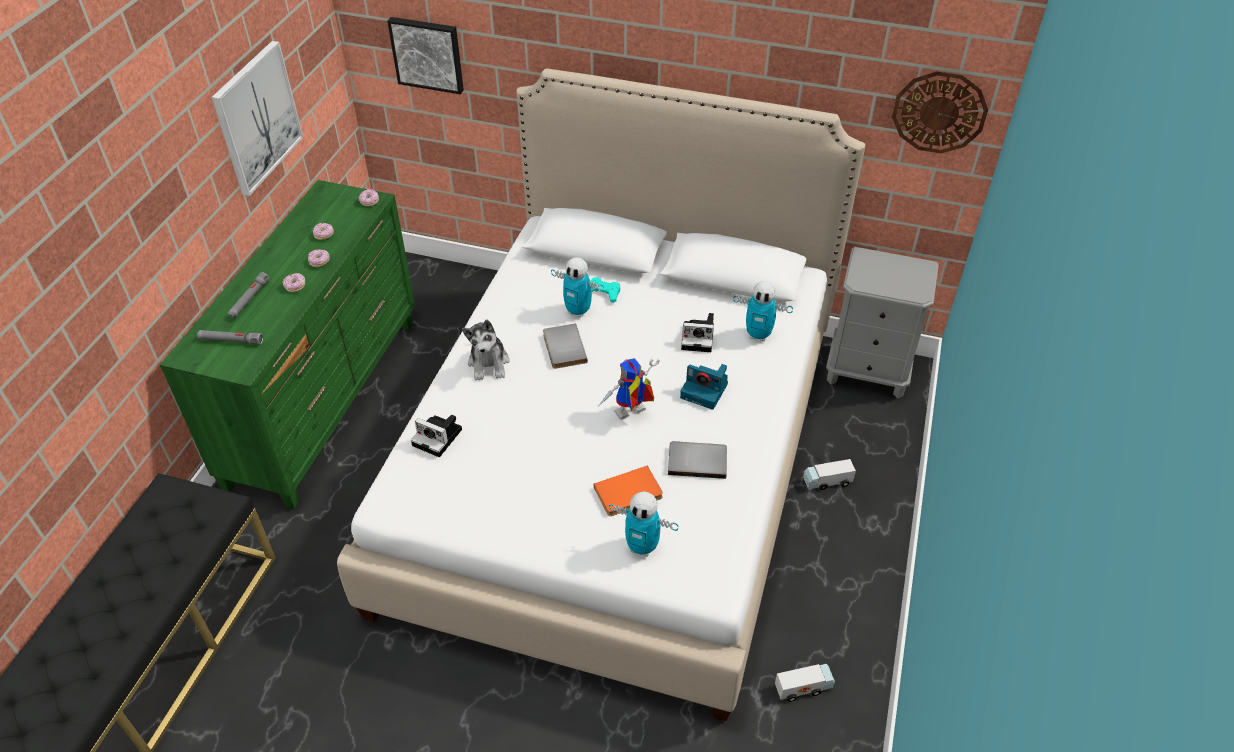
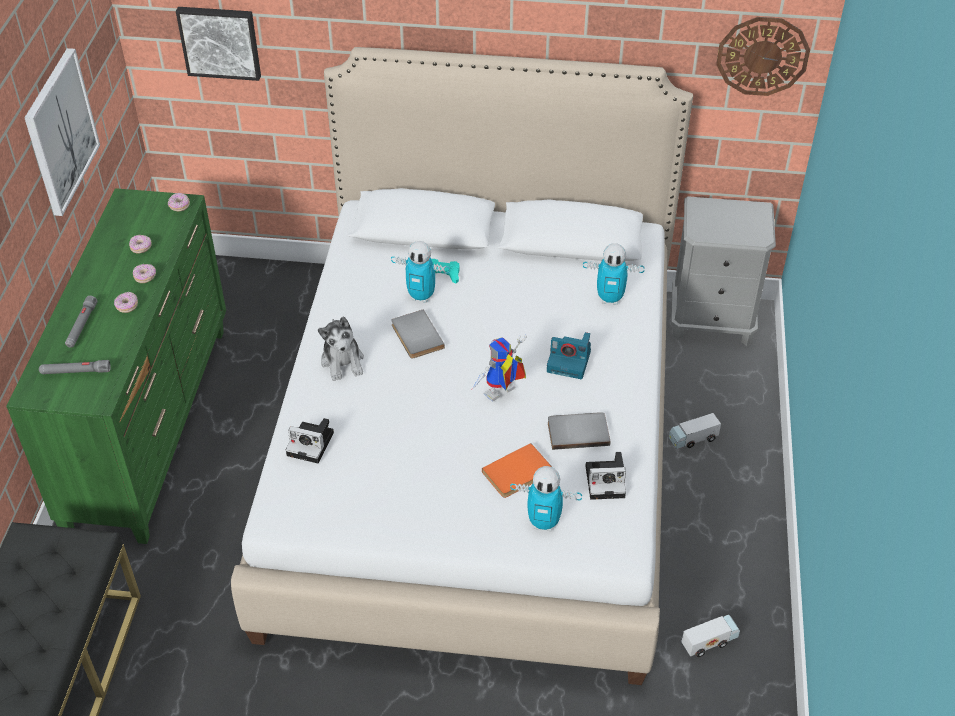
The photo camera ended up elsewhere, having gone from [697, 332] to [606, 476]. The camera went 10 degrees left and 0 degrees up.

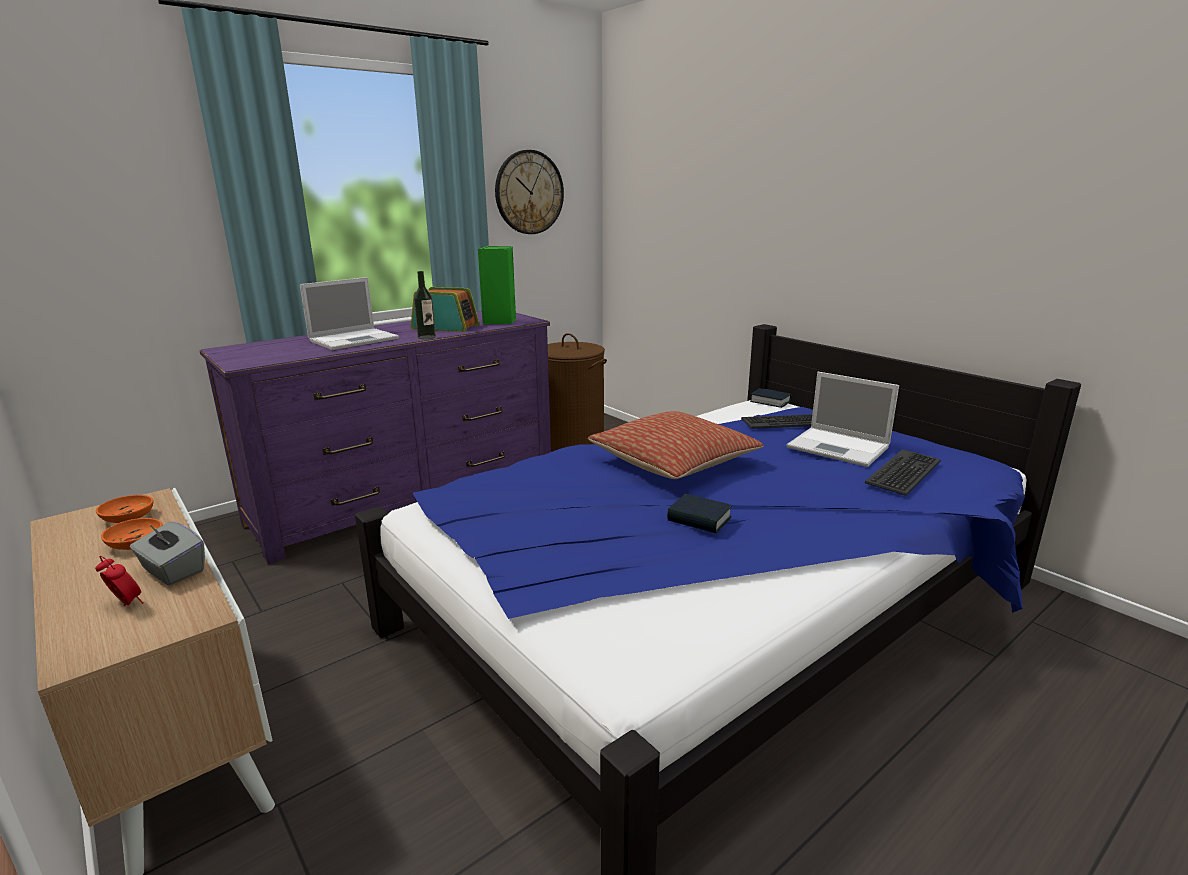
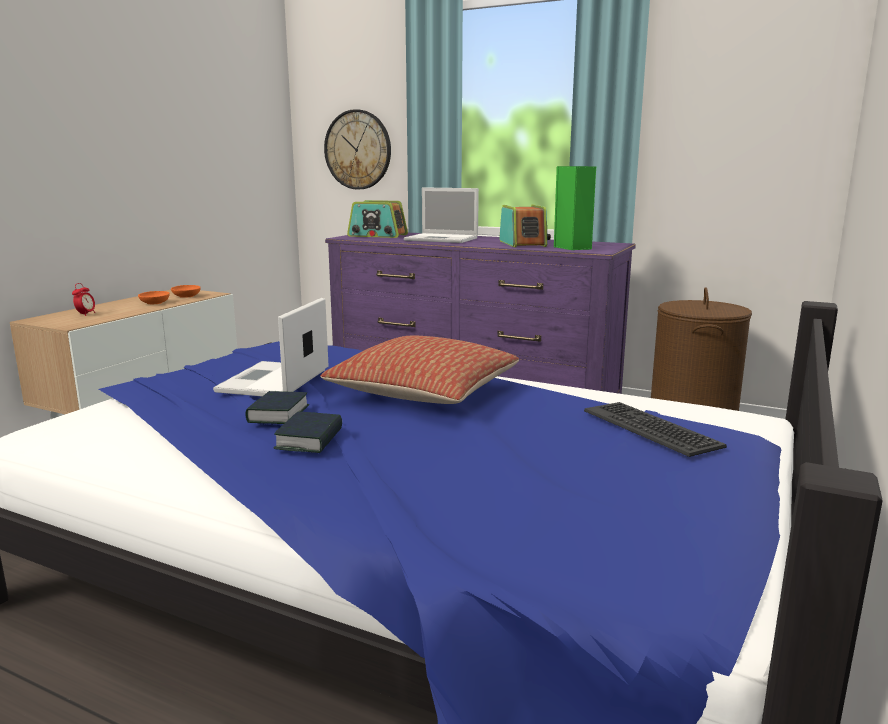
The second view lost the tissue box (grey) at [167, 554]. The second view lost the bottle at [425, 305]. The wall clock ended up elsewhere, having gone from [529, 192] to [357, 149]. The book ended up elsewhere, having gone from [770, 398] to [308, 432]. The laptop ended up elsewhere, having gone from [842, 419] to [271, 347]. The second view lost the keyboard at [903, 472]. The second view gained the radio at [377, 219]. The camera went 65 degrees right and 5 degrees down.

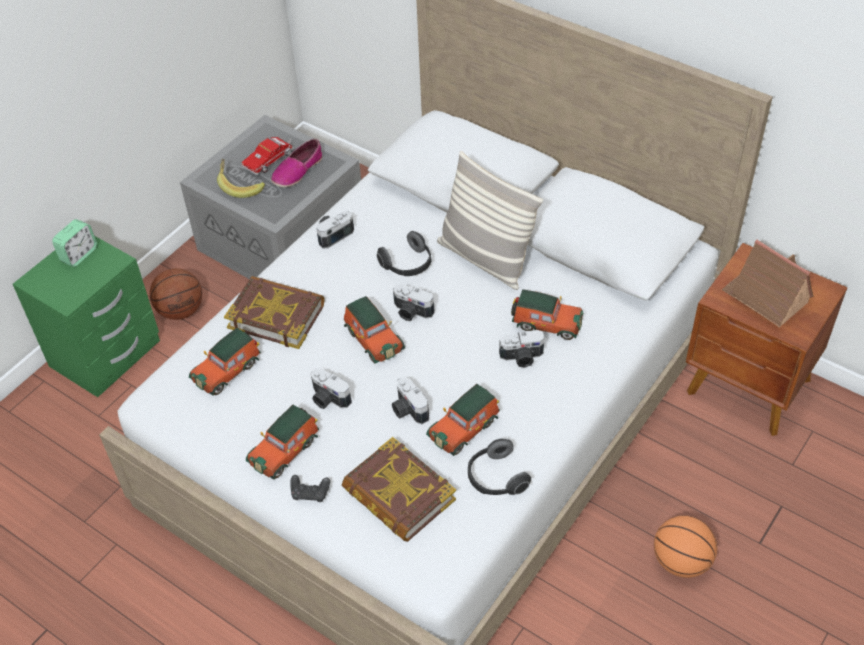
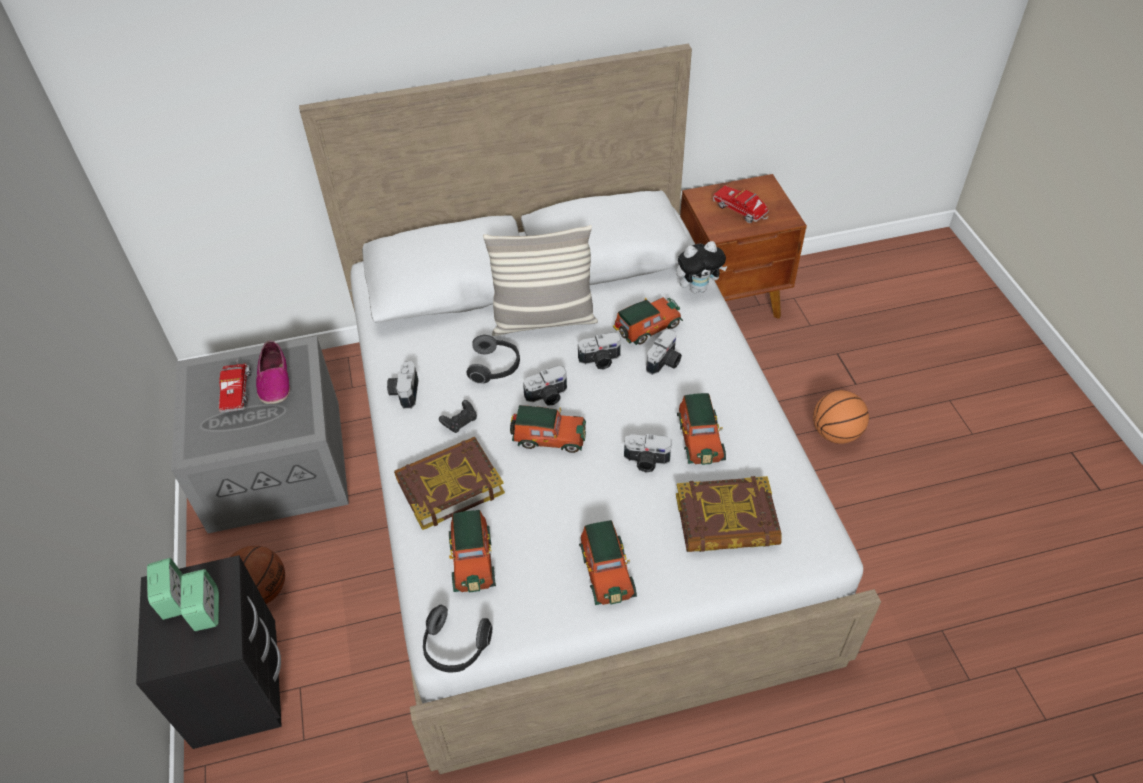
What was the nightstand (green) at [86, 316] turned into the nightstand (black) at [209, 652]. The second view lost the banana at [241, 178]. The game controller (black) ended up elsewhere, having gone from [310, 488] to [458, 416]. The photo camera ended up elsewhere, having gone from [331, 388] to [599, 350]. The headphones ended up elsewhere, having gone from [499, 467] to [458, 638]. Where the toy house stood at [767, 283], the toy truck came to stand at [741, 204]. The second view gained the alarm clock at [199, 600]. The second view gained the plush toy at [702, 267]. The camera went 50 degrees left and 0 degrees up.

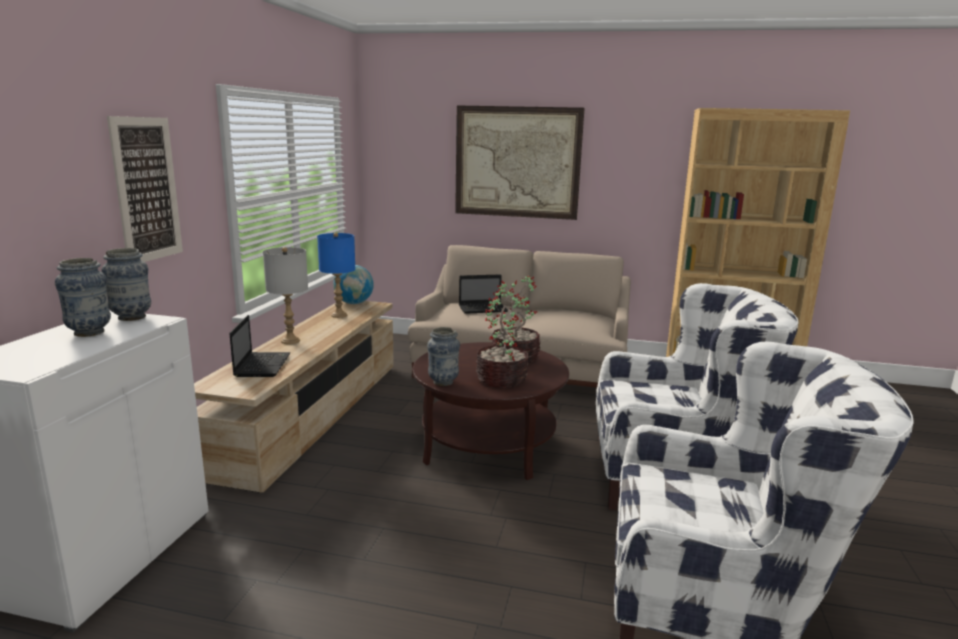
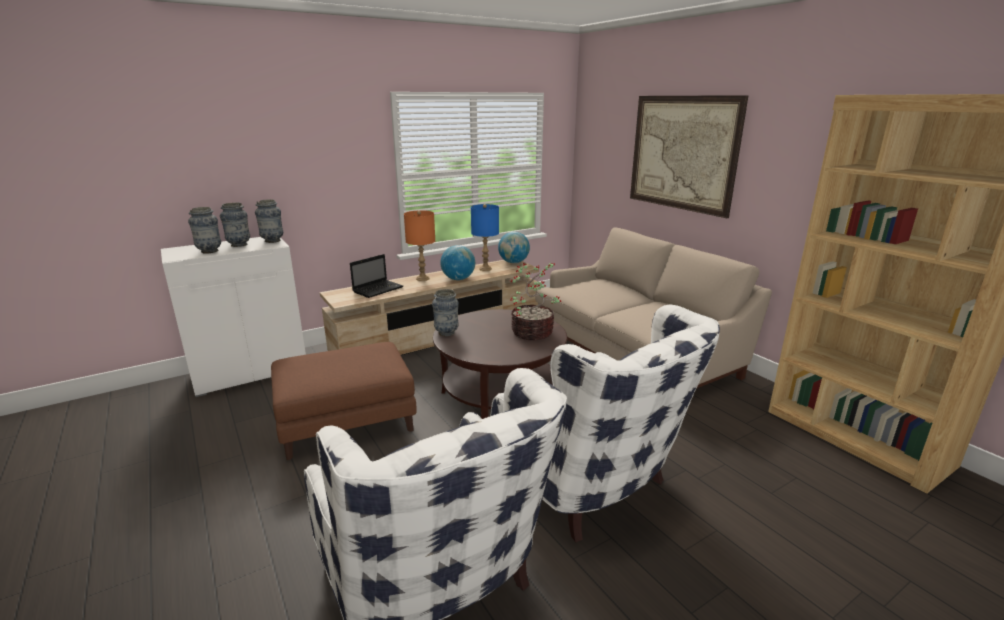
The second view lost the picture at [145, 189]. What was the table lamp (grey) at [285, 295] turned into the table lamp (orange) at [419, 245]. The second view lost the laptop at [483, 294]. The second view lost the potted plant at [502, 338]. The second view gained the vase at [204, 230]. The second view gained the ottoman (brown) at [344, 401]. The second view gained the globe at [457, 262]. The camera went 45 degrees right and 5 degrees up.

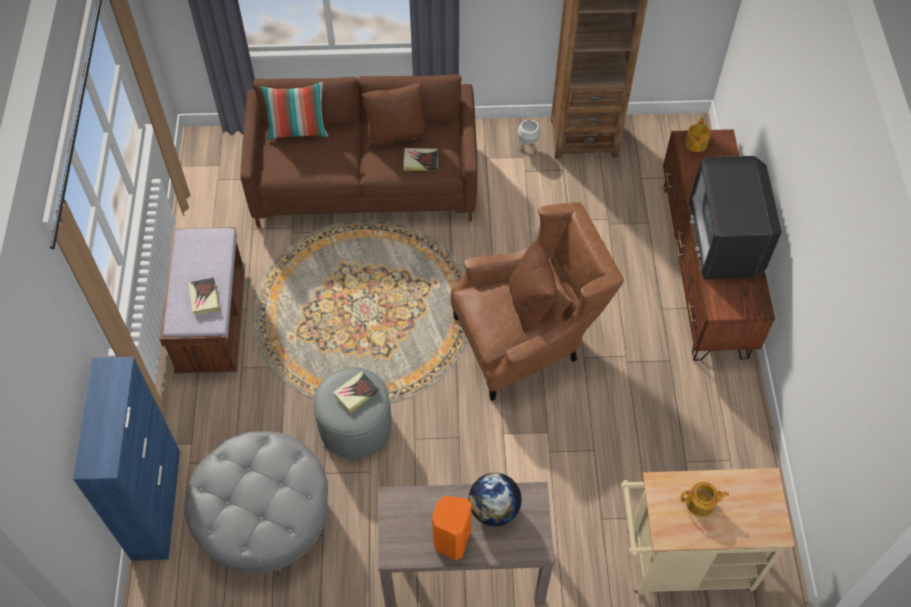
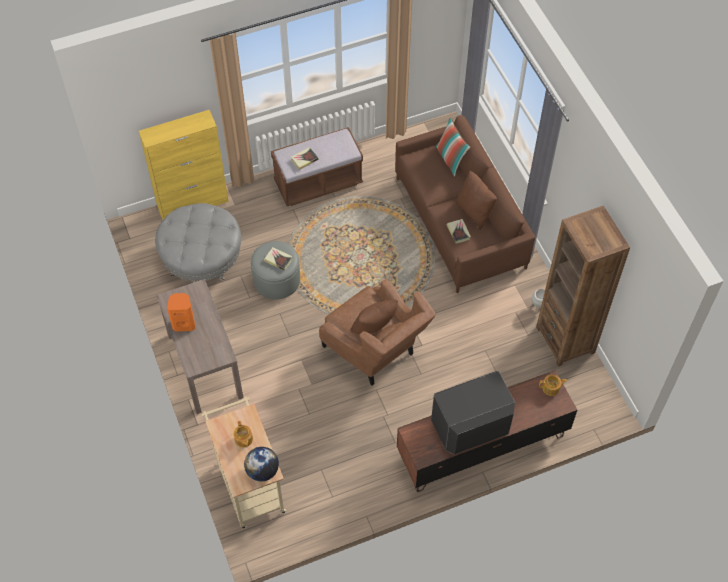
What was the cabinet (blue) at [126, 459] turned into the cabinet (yellow) at [184, 165]. The globe ended up elsewhere, having gone from [495, 499] to [261, 464]. The camera went 70 degrees right and 0 degrees up.

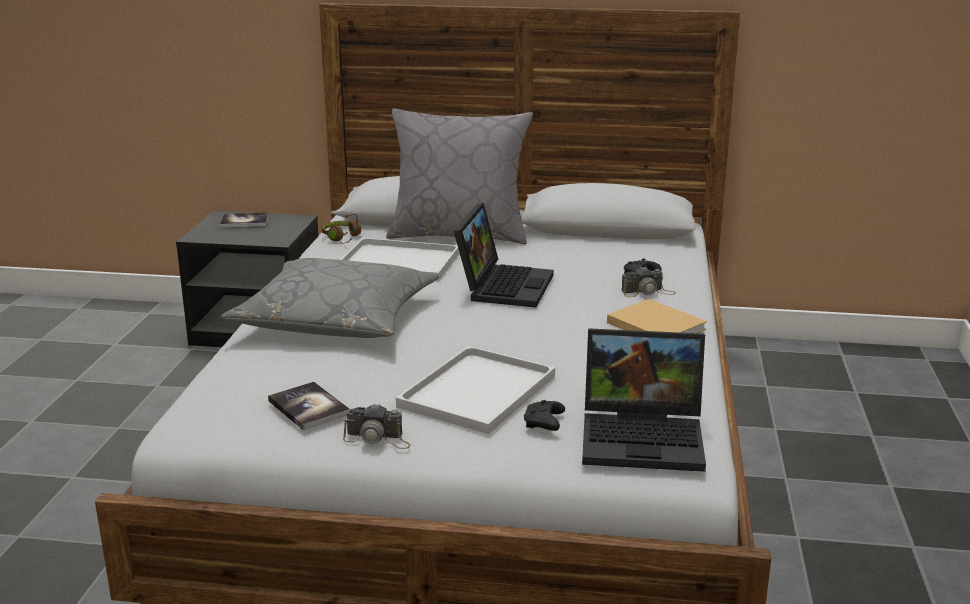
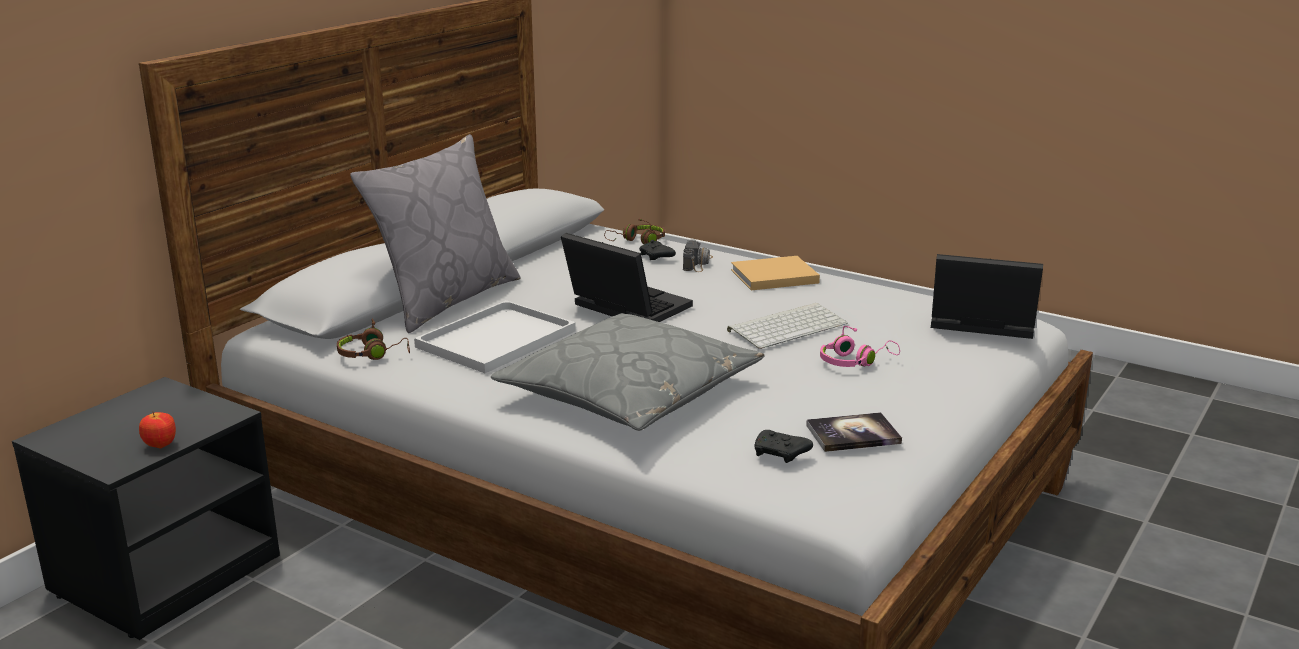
The second view lost the book at [244, 220]. The second view lost the photo camera at [377, 426]. Where the tray (white) stood at [475, 390], the headphones (pink) came to stand at [860, 346]. The game controller (black) ended up elsewhere, having gone from [544, 415] to [783, 446]. The laptop at [644, 400] ended up facing another way, 105 degrees counterclockwise from before. The second view gained the apple at [157, 430]. The second view gained the headphones (brown) at [634, 231]. The second view gained the keyboard at [787, 326]. The camera went 65 degrees left and 0 degrees up.

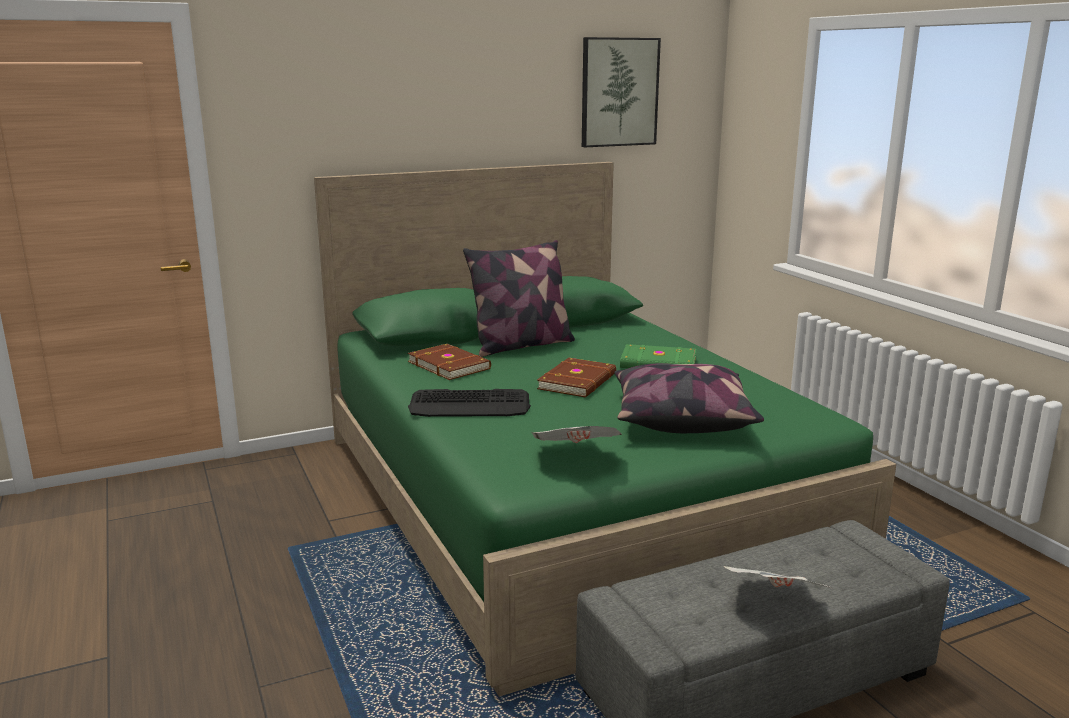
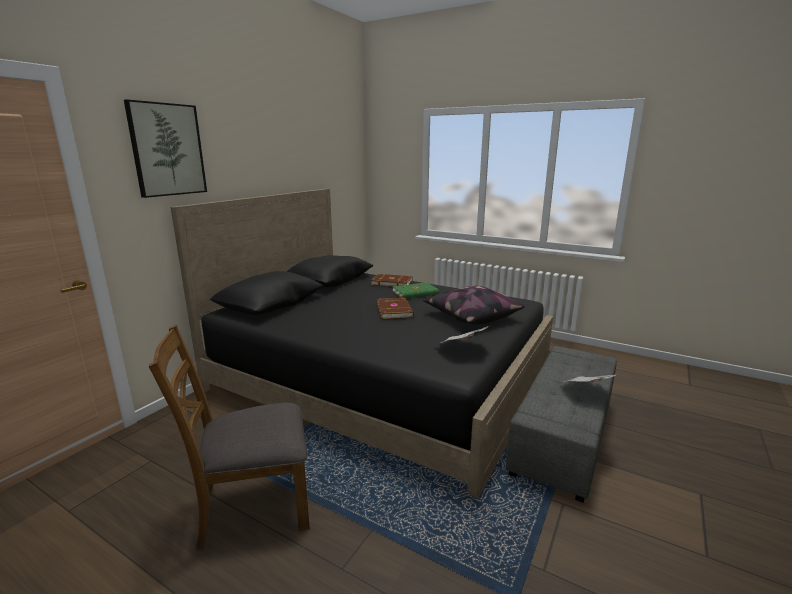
What was the bed (green) at [605, 429] turned into the bed (black) at [362, 343]. The book (brown) ended up elsewhere, having gone from [449, 362] to [392, 280]. The second view lost the keyboard at [469, 403]. The second view lost the pillow at [519, 298]. The picture ended up elsewhere, having gone from [621, 92] to [165, 148]. The second view gained the chair (brown) at [229, 437]. The camera went 35 degrees left and 0 degrees up.

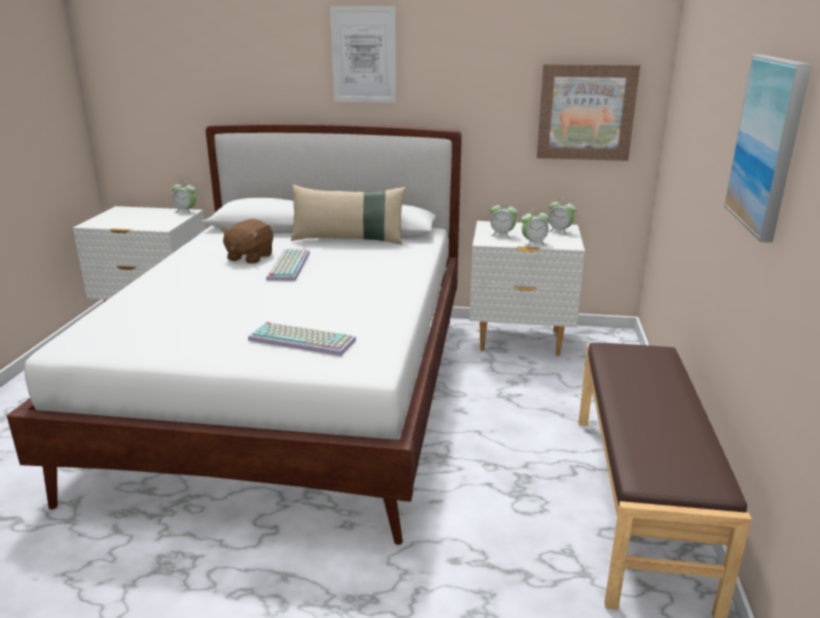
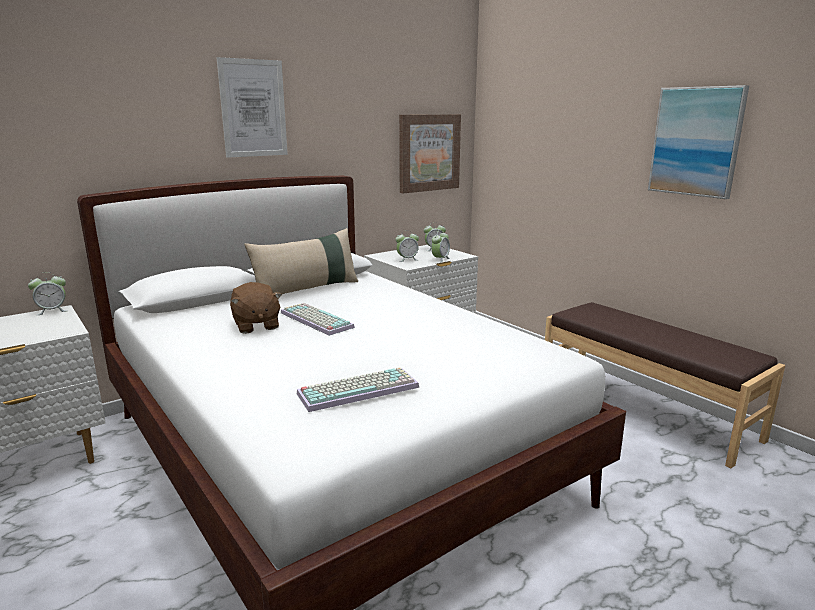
The keyboard ended up elsewhere, having gone from [302, 339] to [358, 389]. The camera went 45 degrees left and 5 degrees down.

